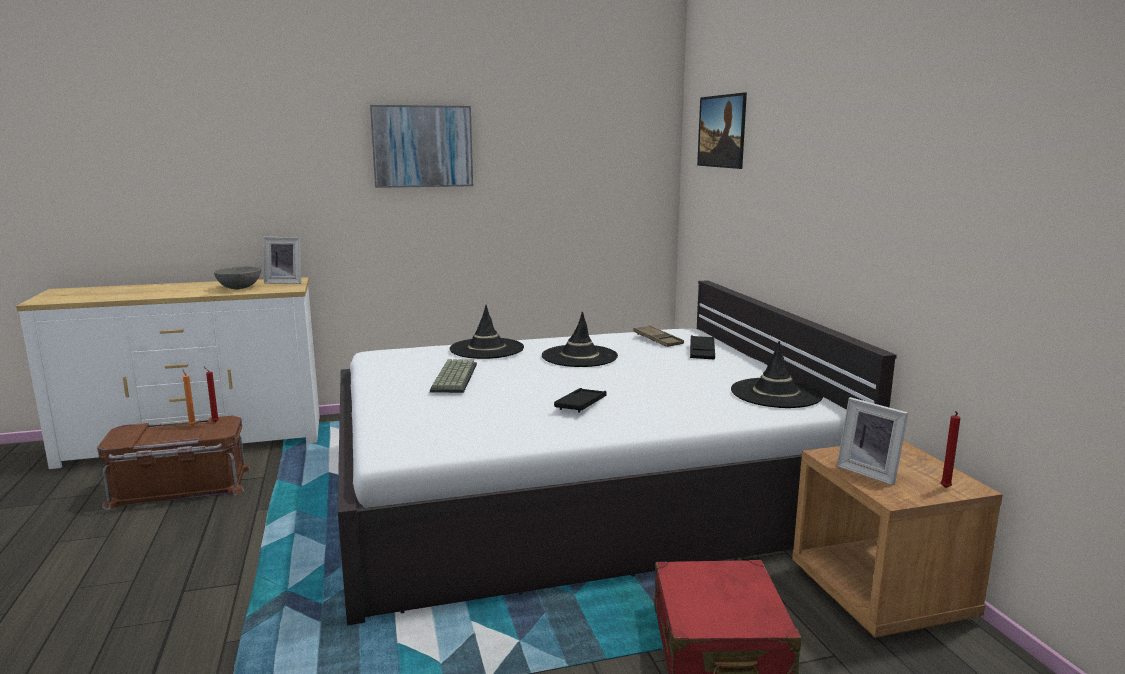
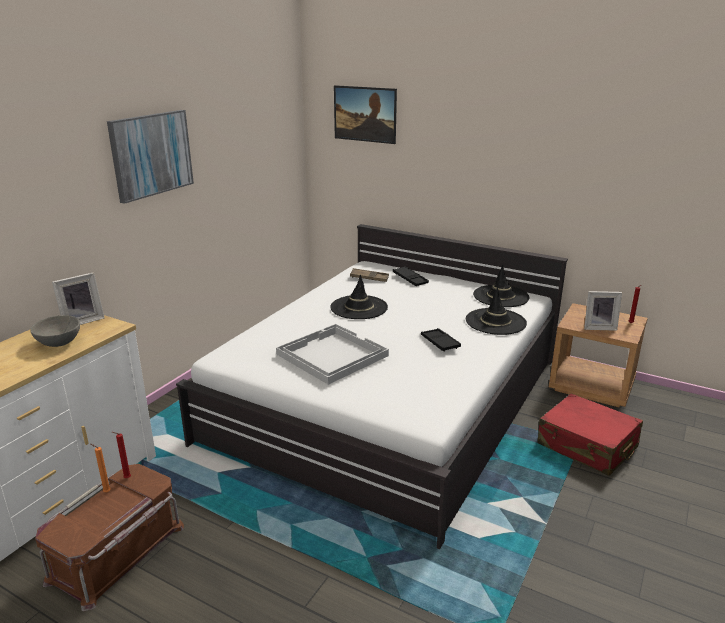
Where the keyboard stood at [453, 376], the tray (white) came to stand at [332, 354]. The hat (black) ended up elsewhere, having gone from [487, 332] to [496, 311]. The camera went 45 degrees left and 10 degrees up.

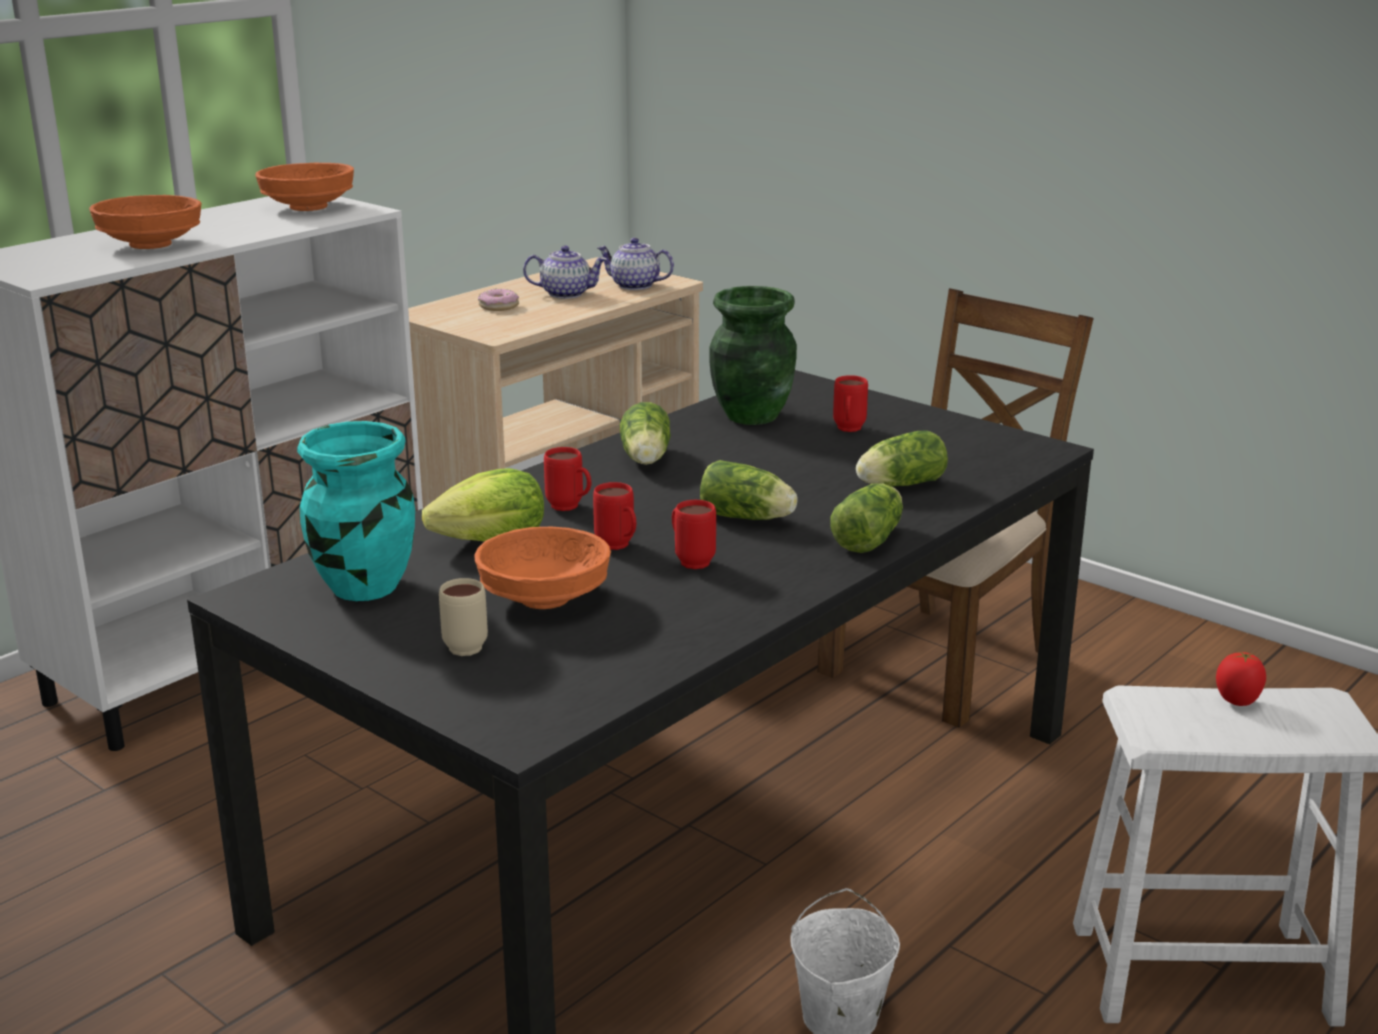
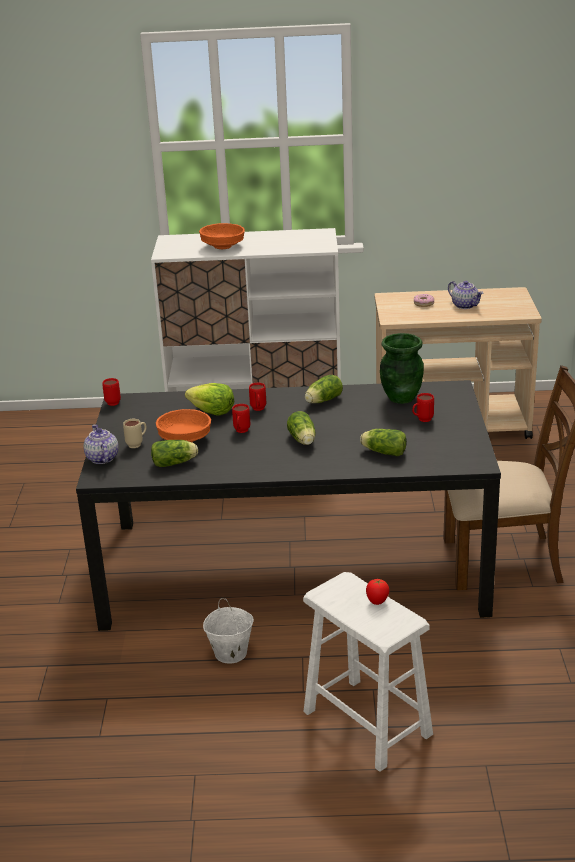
The second view lost the bowl (orange) at [304, 187]. The second view lost the vase (turquoise) at [356, 511]. The teapot ended up elsewhere, having gone from [635, 264] to [101, 444]. The mug (red) ended up elsewhere, having gone from [694, 534] to [111, 392]. The lettuce ended up elsewhere, having gone from [866, 518] to [174, 453]. The camera went 50 degrees right and 5 degrees up.

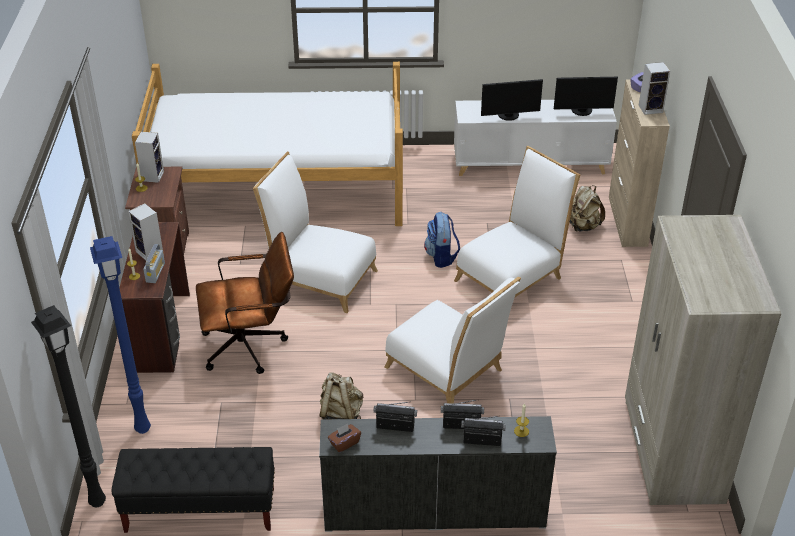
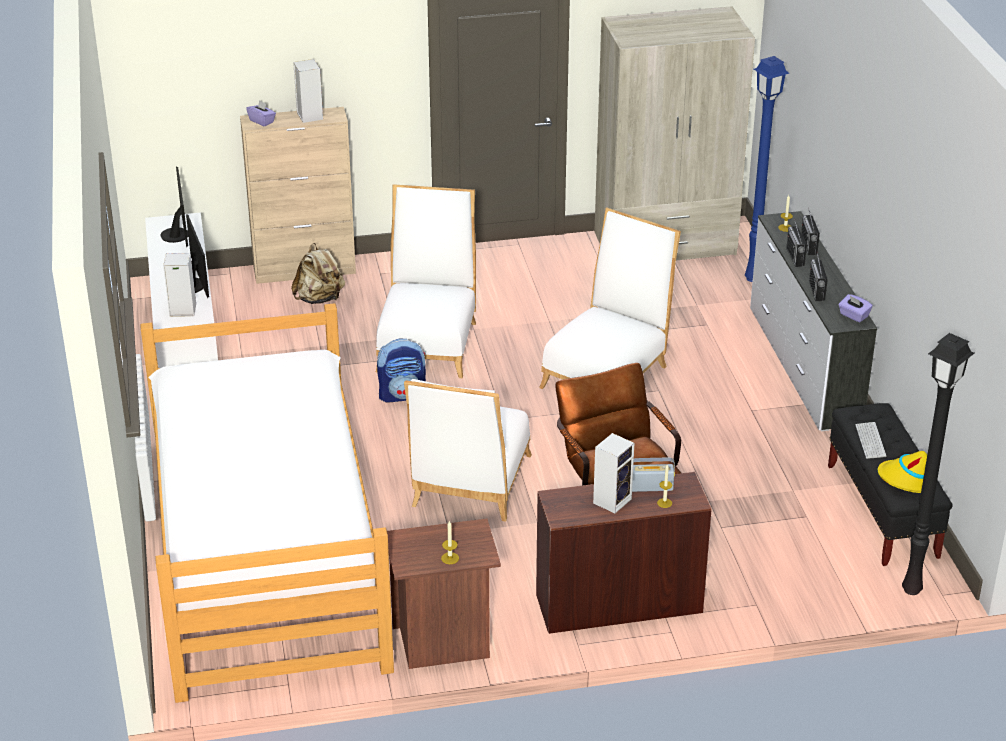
The floor lamp (blue) ended up elsewhere, having gone from [120, 335] to [767, 169]. The speaker ended up elsewhere, having gone from [149, 157] to [179, 285]. The second view lost the backpack (beige) at [341, 396]. What was the tissue box (brown) at [344, 438] turned into the tissue box (purple) at [856, 308]. The chair (white) at [517, 221] ended up facing another way, 60 degrees clockwise from before. The second view gained the keyboard at [870, 440]. The second view gained the hat (yellow) at [902, 472]. The camera went 100 degrees left and 5 degrees down.

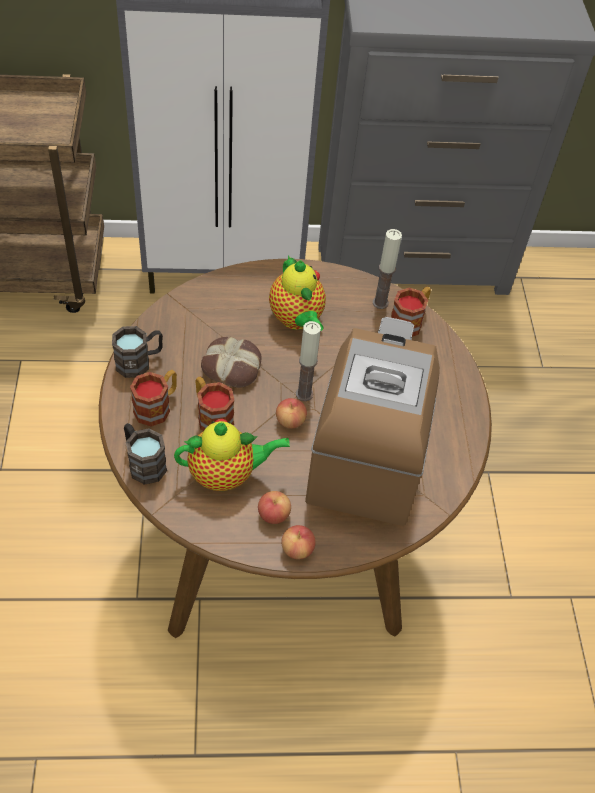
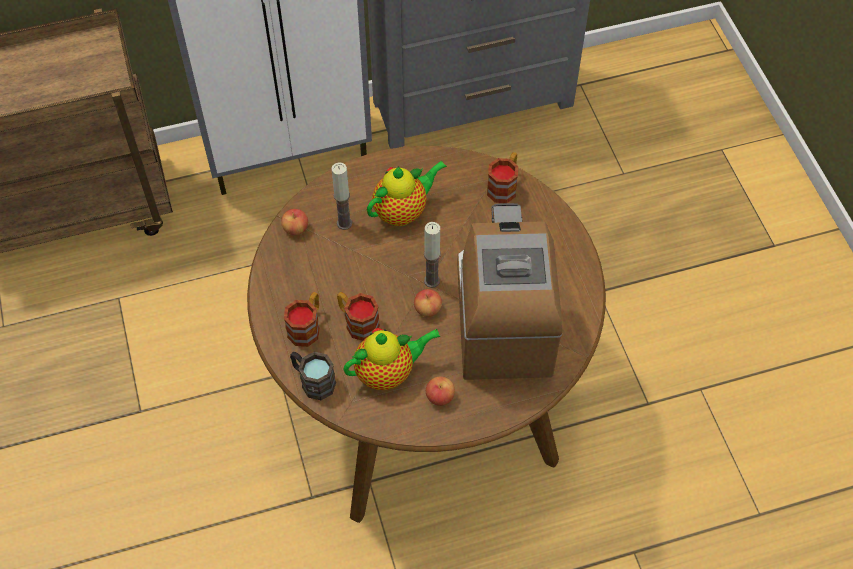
The second view lost the mug (brown) at [137, 352]. The second view lost the bread at [231, 362]. The teapot at [297, 293] ended up facing another way, 90 degrees counterclockwise from before. The apple ended up elsewhere, having gone from [298, 542] to [294, 222]. The candle ended up elsewhere, having gone from [387, 269] to [341, 196]. The camera went 10 degrees left and 5 degrees up.

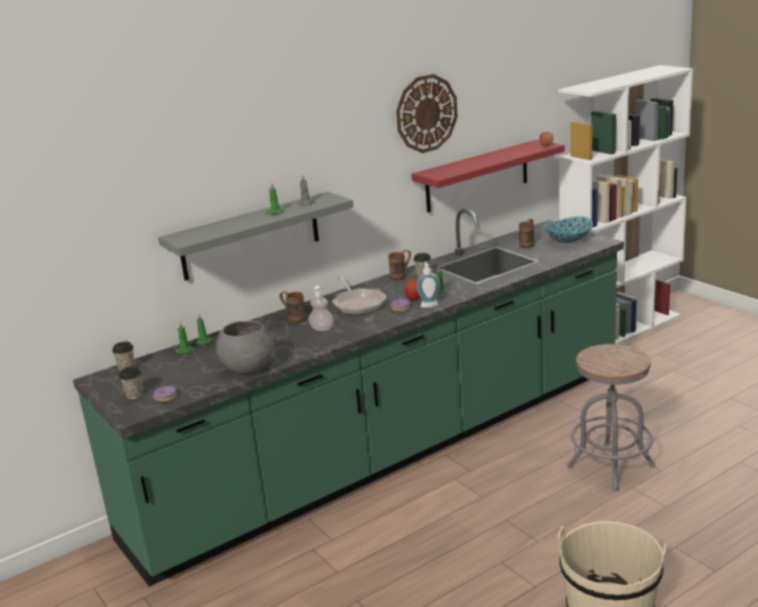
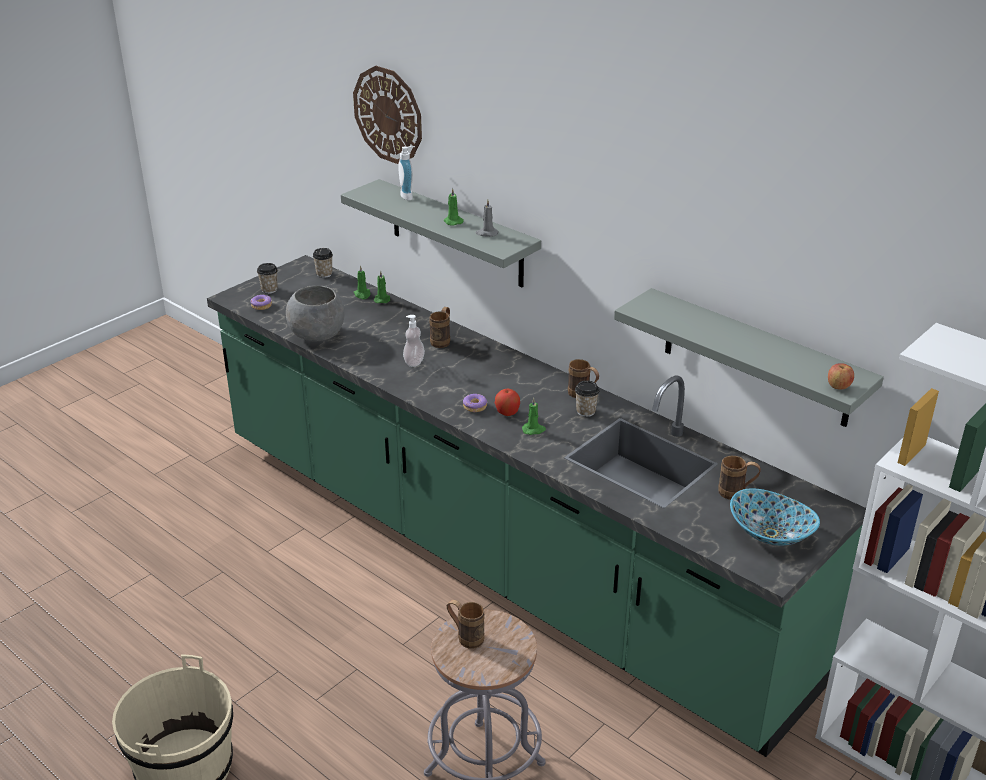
The second view lost the frying pan at [359, 295]. The wall clock ended up elsewhere, having gone from [427, 113] to [387, 115]. What was the shelf (red) at [488, 176] turned into the shelf (grey) at [749, 357]. The soap dispenser ended up elsewhere, having gone from [428, 285] to [406, 173]. The second view gained the mug (brown) at [466, 624]. The camera went 75 degrees right and 10 degrees up.

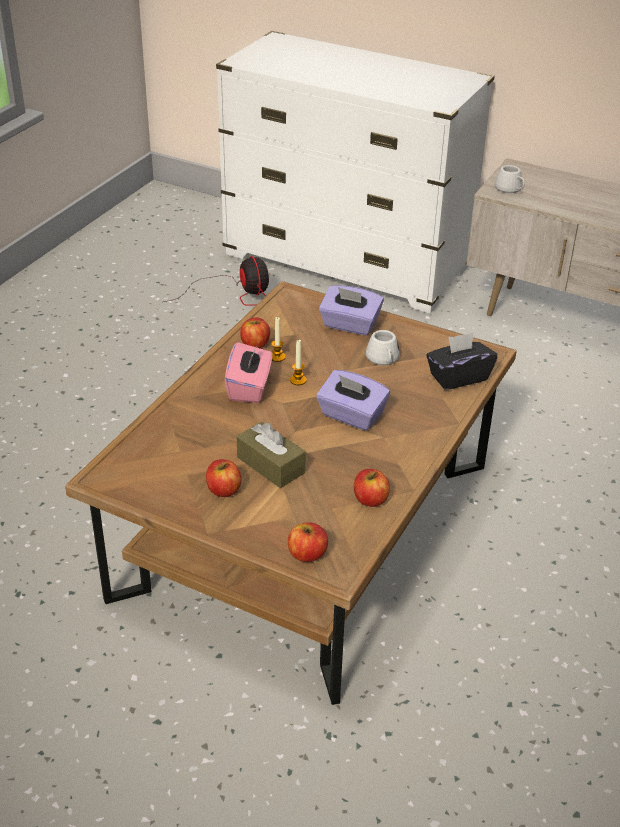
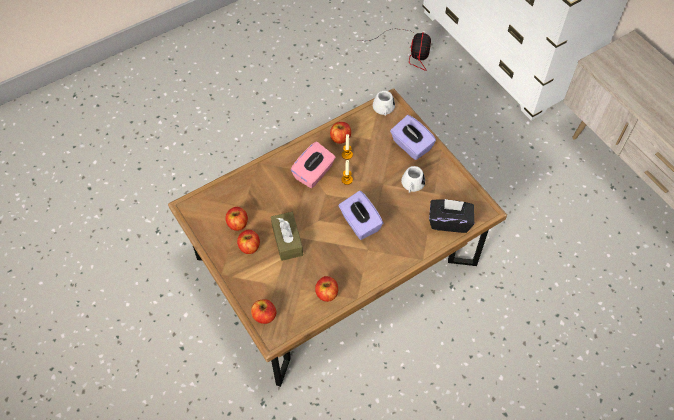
The mug (white) ended up elsewhere, having gone from [510, 179] to [384, 103]. The second view gained the apple at [236, 219]. The camera went 30 degrees right and 20 degrees up.

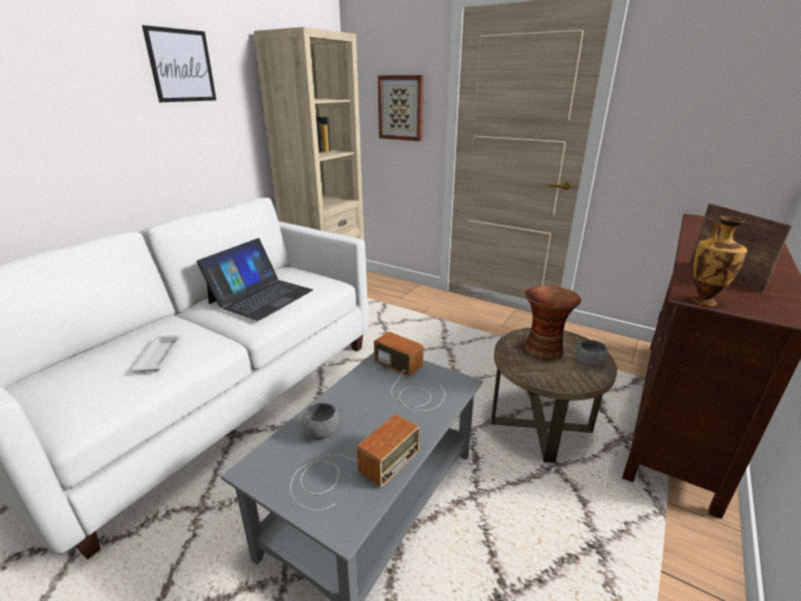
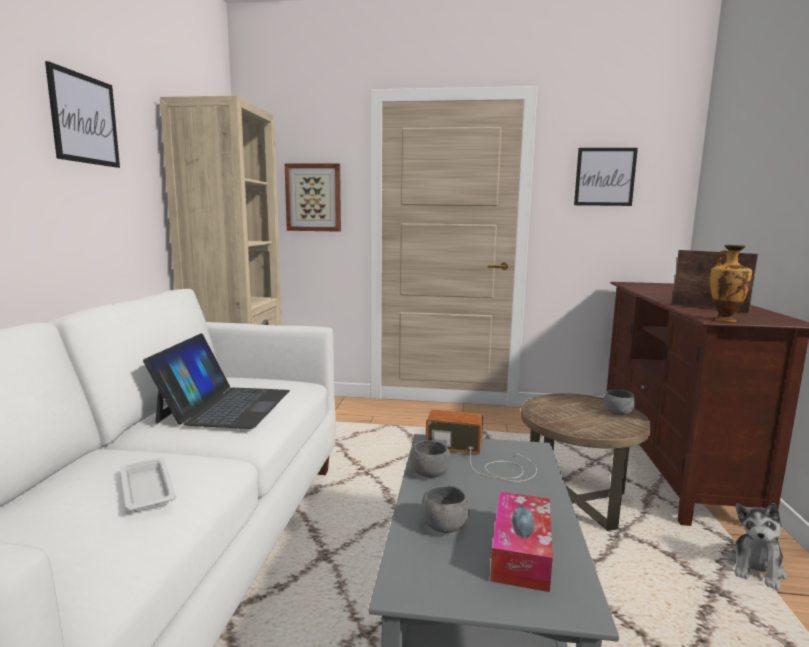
Where the radio stood at [355, 462], the tissue box came to stand at [521, 542]. The second view lost the vase at [552, 323]. The second view gained the bowl (grey) at [430, 459]. The second view gained the picture at [606, 177]. The second view gained the plush toy at [757, 547]. The camera went 25 degrees left and 15 degrees down.

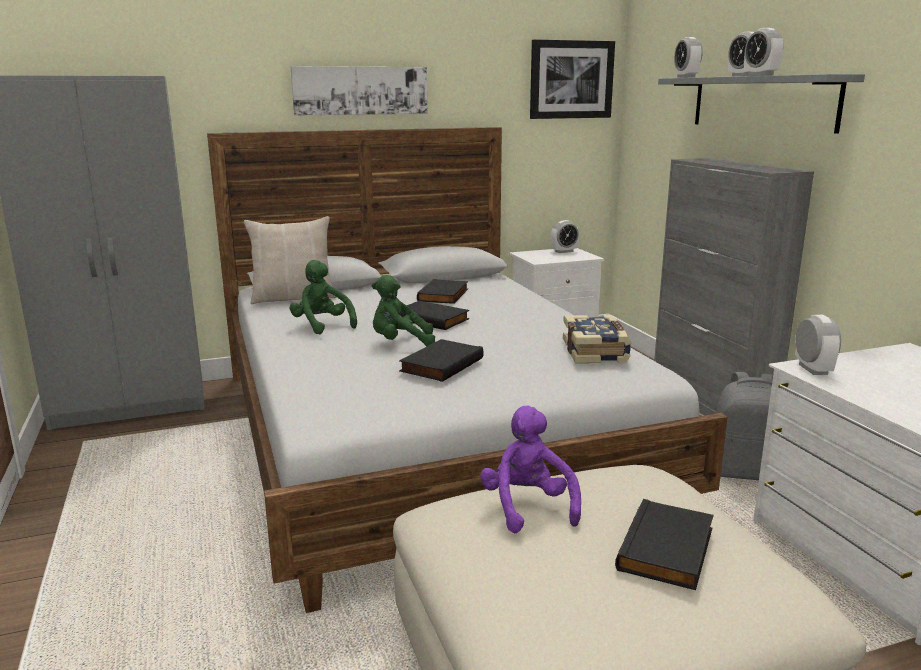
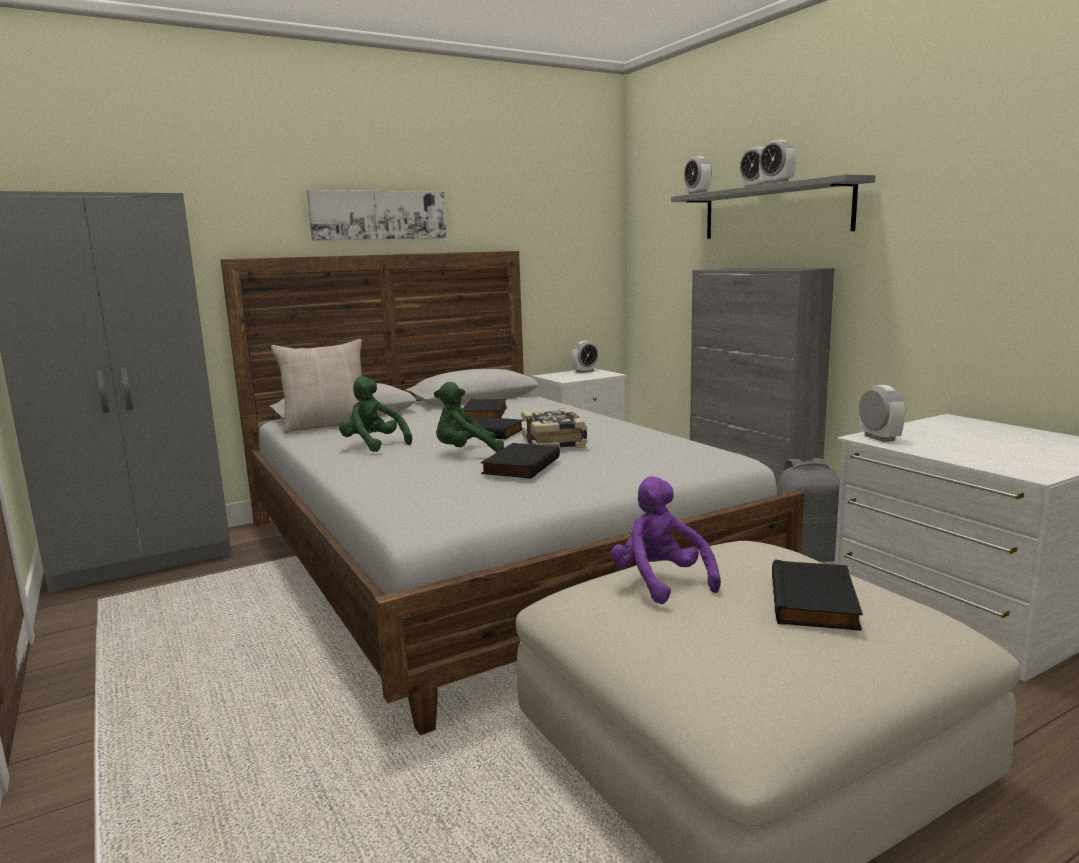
The second view lost the picture at [572, 79]. The book ended up elsewhere, having gone from [597, 339] to [554, 428]. The camera went 10 degrees left and 5 degrees down.

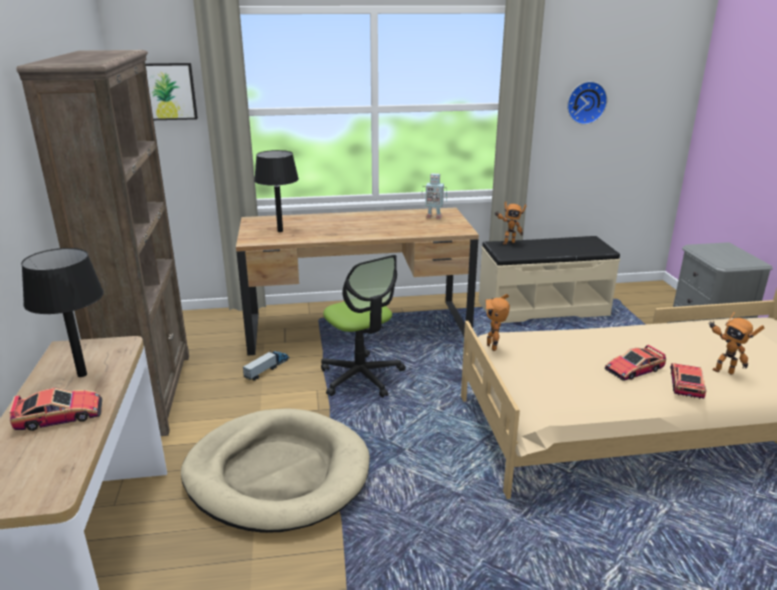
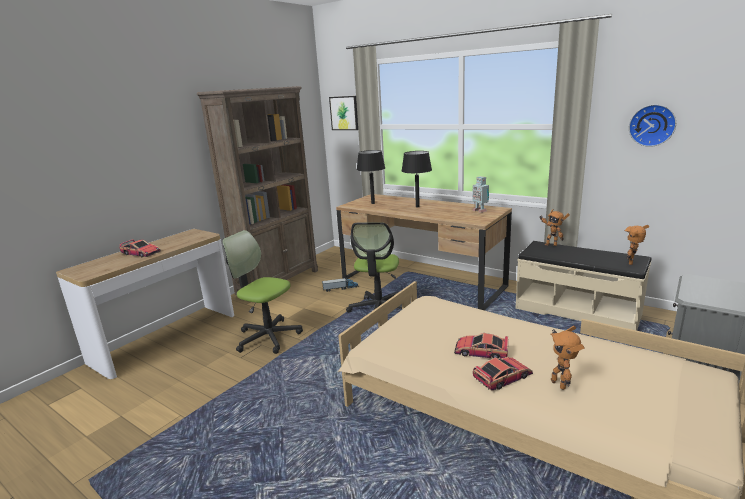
The table lamp (black) ended up elsewhere, having gone from [62, 312] to [417, 179]. Where the dog bed (beige) stood at [275, 470], the office chair came to stand at [262, 292]. The toy robot ended up elsewhere, having gone from [498, 322] to [637, 245]. The camera went 45 degrees right and 5 degrees down.

